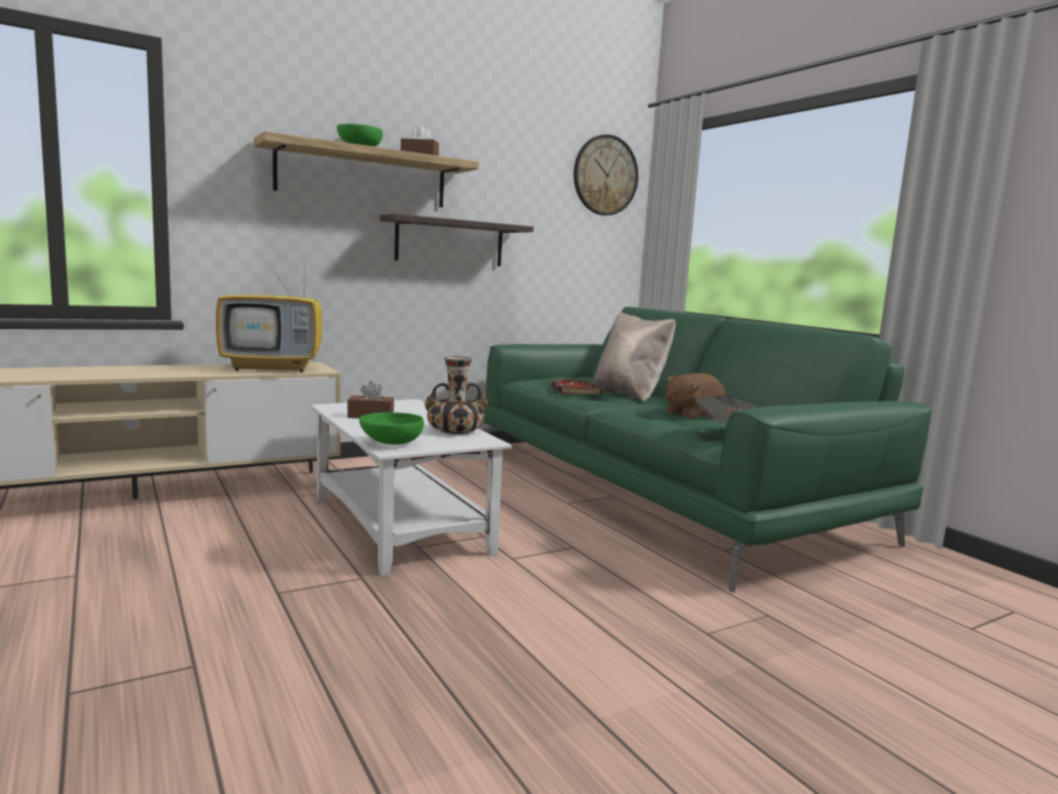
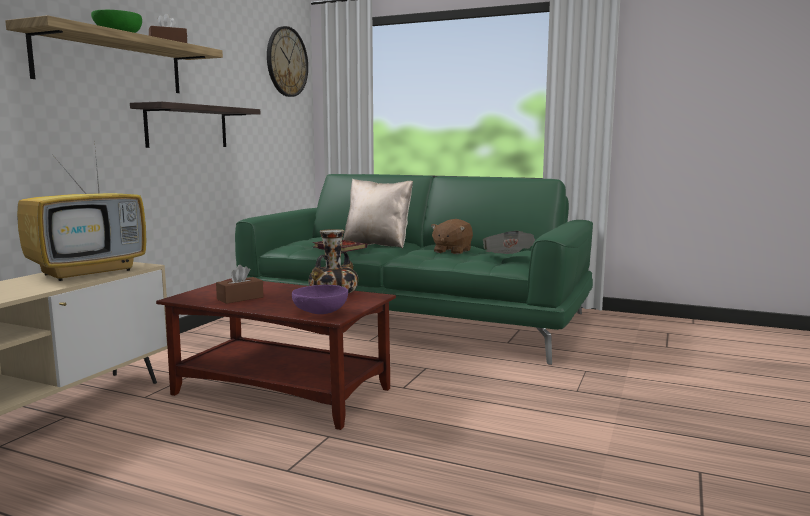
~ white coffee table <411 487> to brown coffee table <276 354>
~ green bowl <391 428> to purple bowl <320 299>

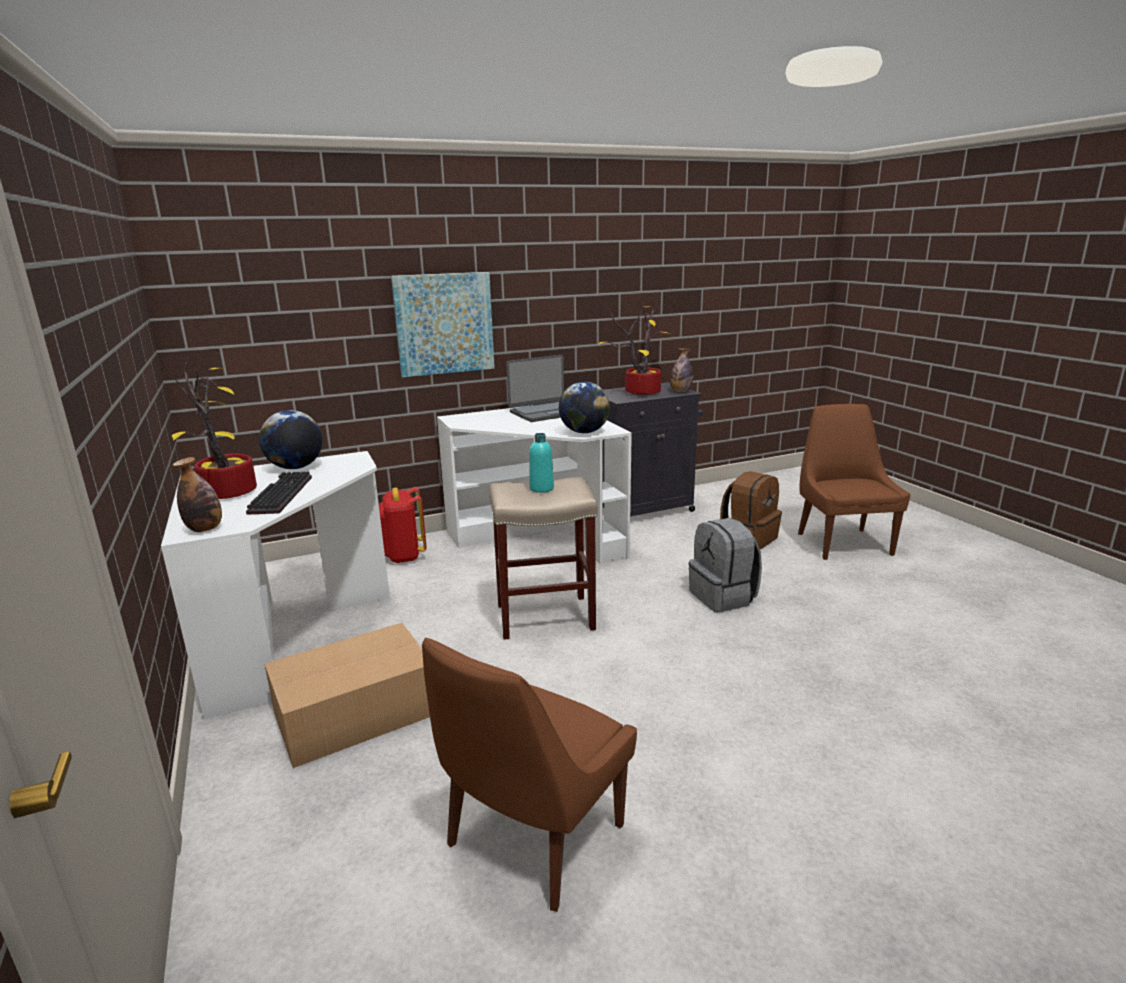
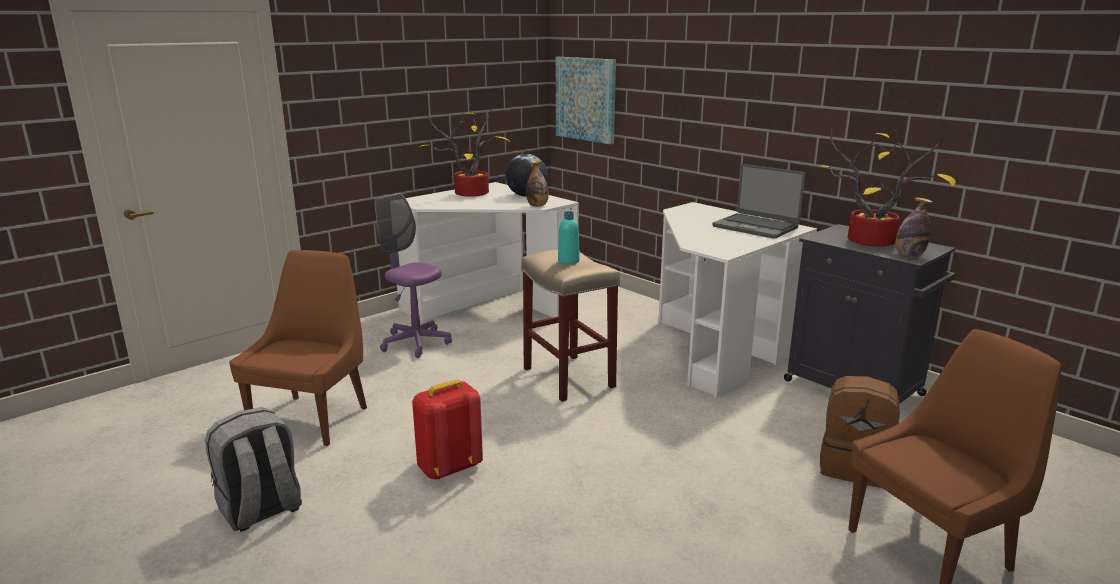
~ picture <443 324> to <586 100>
- globe <584 407>
~ bottle <197 494> to <537 184>
- keyboard <279 493>
~ red backpack <403 525> to <447 429>
~ grey backpack <725 565> to <253 469>
~ cardboard box <347 695> to purple office chair <413 275>
~ brown chair <529 775> = <298 348> 90 degrees clockwise

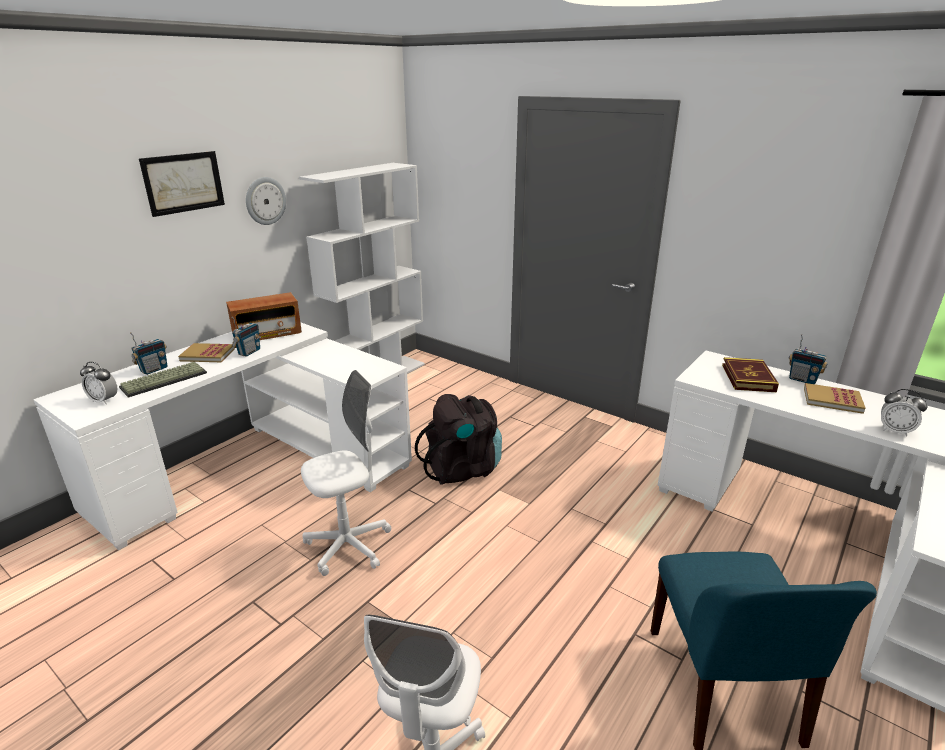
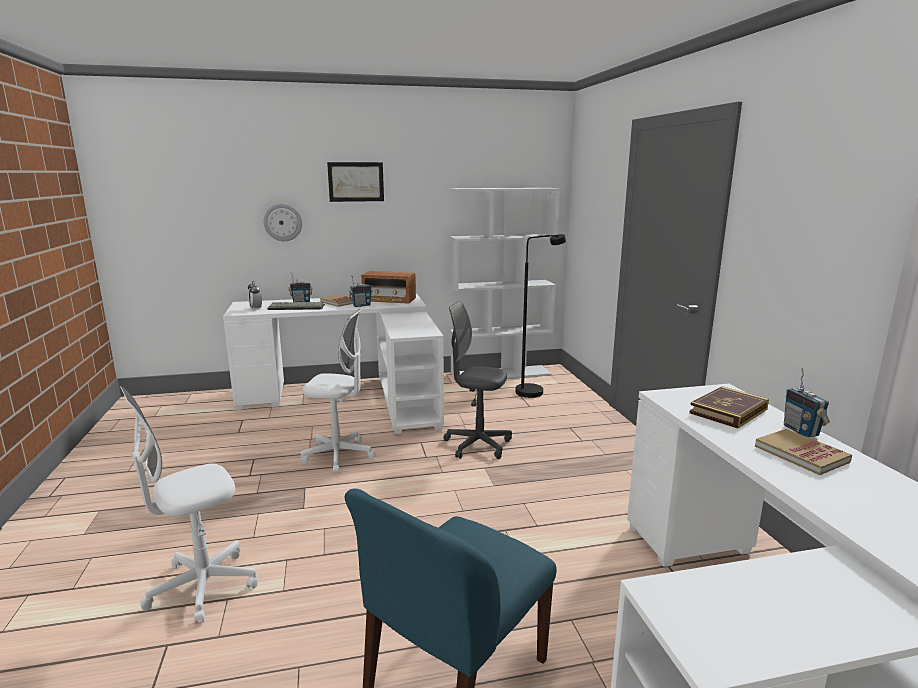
~ wall clock <266 201> to <283 222>
- alarm clock <904 413>
~ black backpack <458 439> to grey office chair <478 380>
+ black floor lamp <540 316>

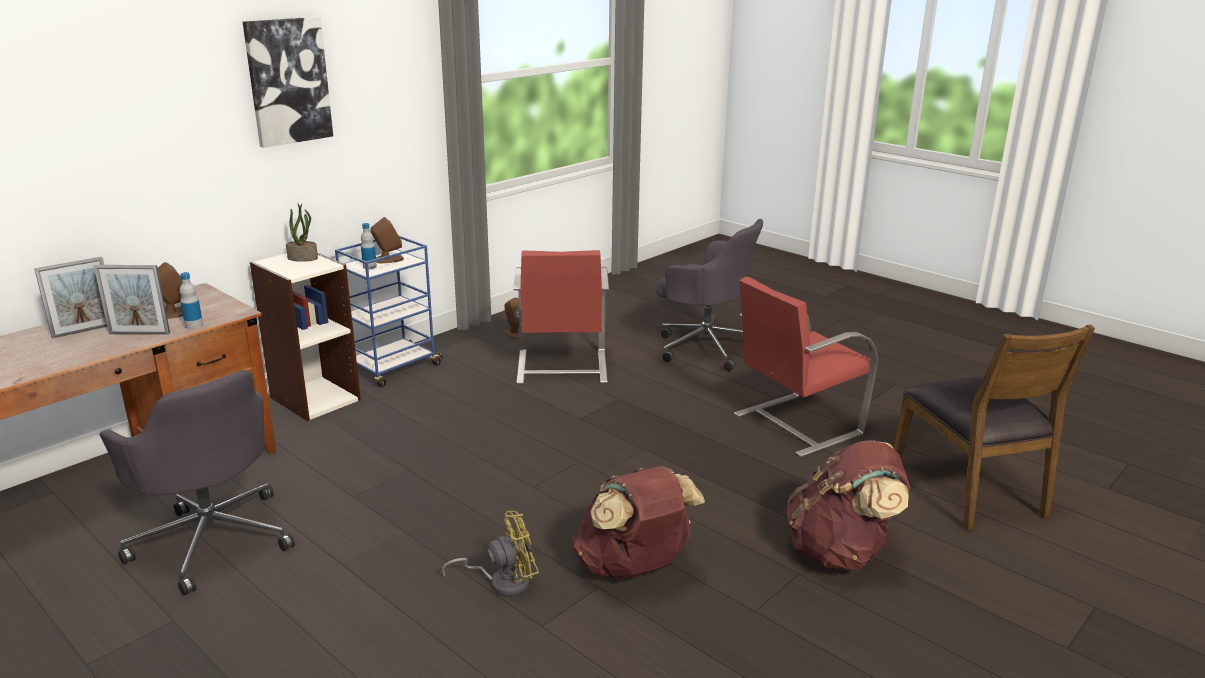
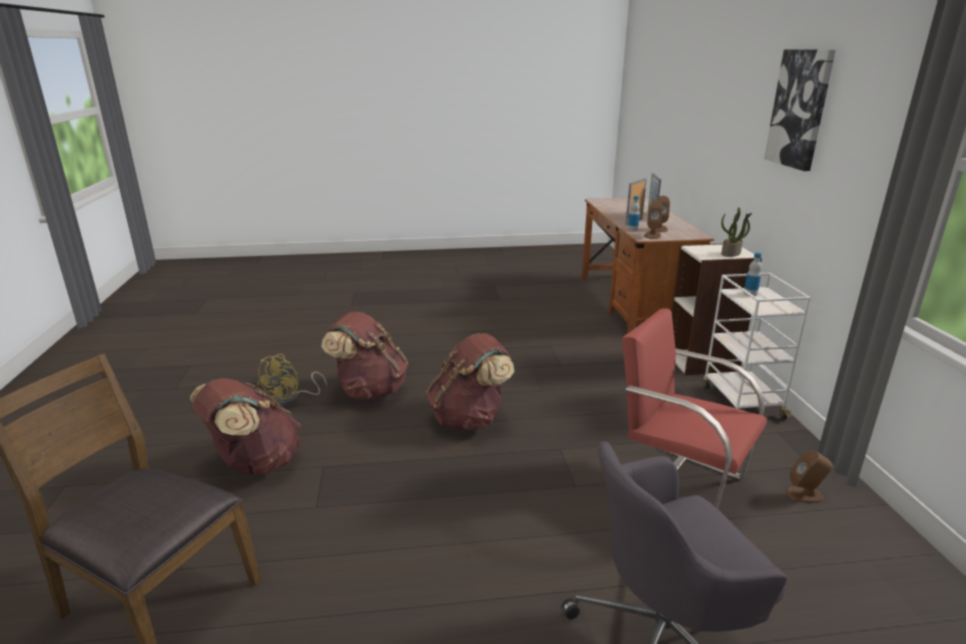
~ brown speaker <387 240> to <653 220>
~ blue cart <389 311> to white cart <756 346>
- red chair <806 367>
- grey office chair <197 482>
~ yellow fan <490 553> to <292 380>
+ brown backpack <470 381>

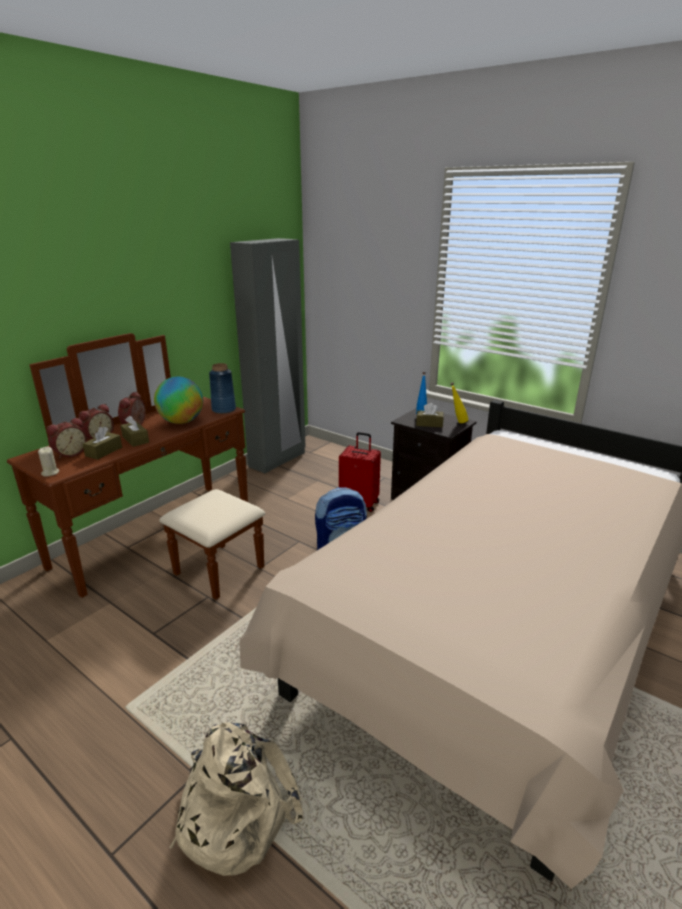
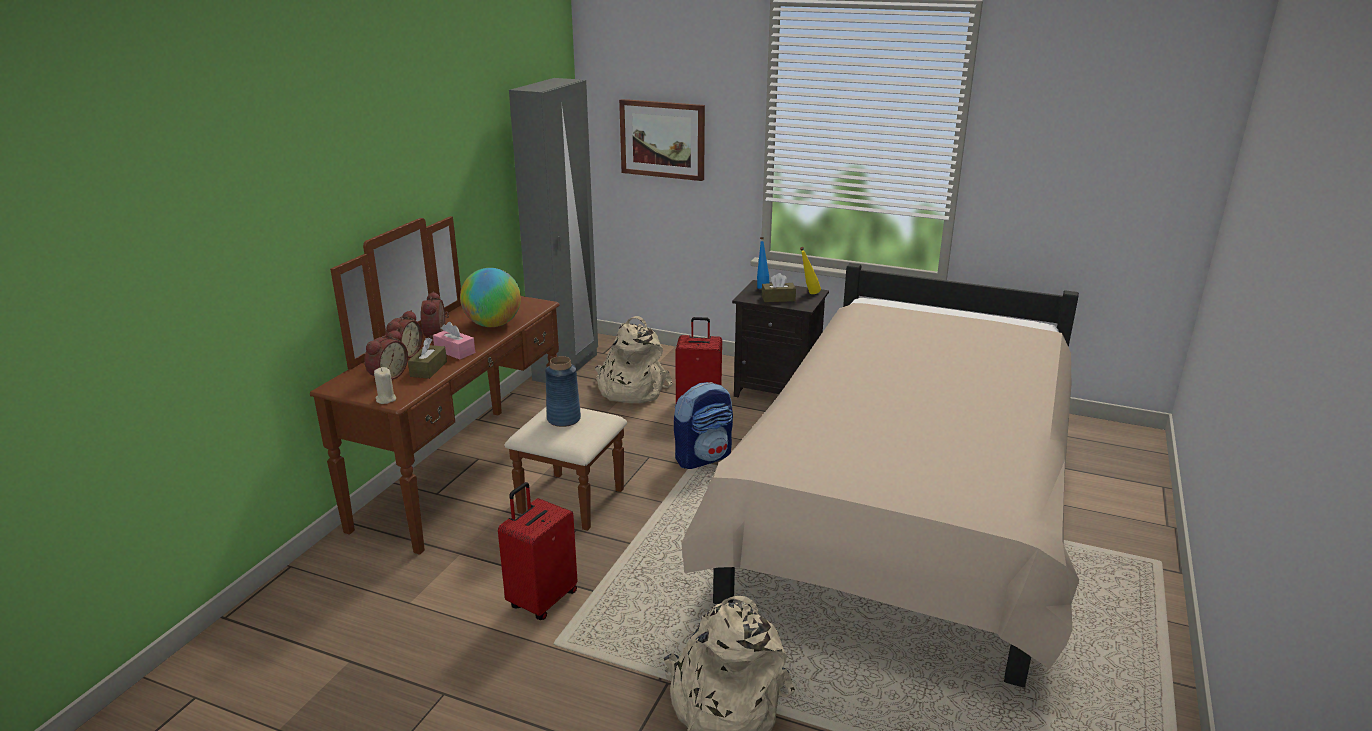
~ blue vase <222 388> to <563 391>
~ brown tissue box <134 431> to pink tissue box <454 341>
+ picture <662 140>
+ beige backpack <634 359>
+ red suitcase <538 551>

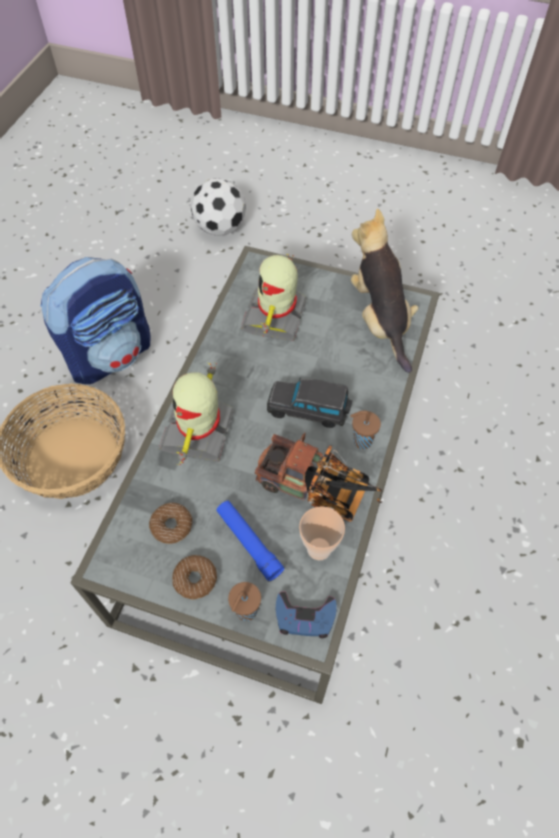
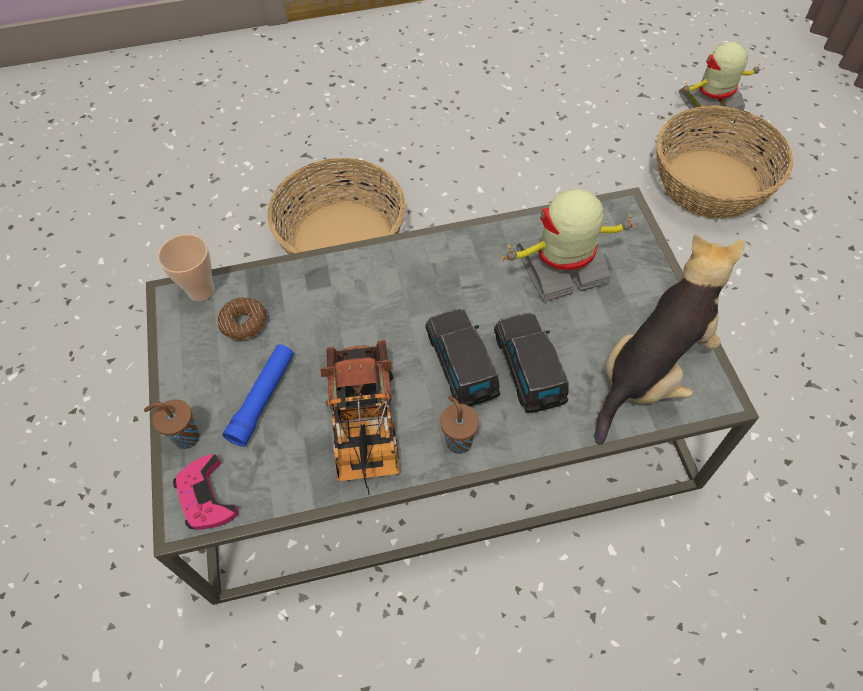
~ football <218 207> to basket <724 162>
- backpack <96 321>
~ toy robot <196 414> to <721 81>
~ cup <322 533> to <186 267>
- donut <194 577>
~ blue game controller <306 615> to pink game controller <205 492>
+ black toy car <531 363>

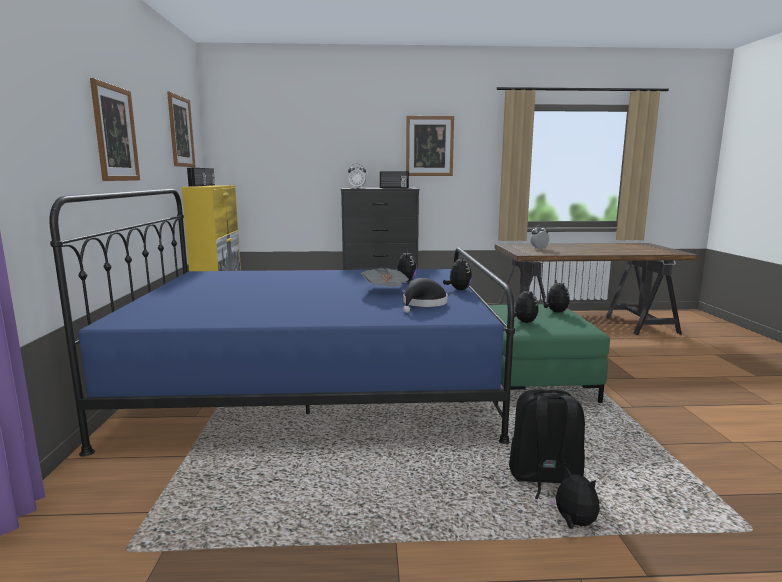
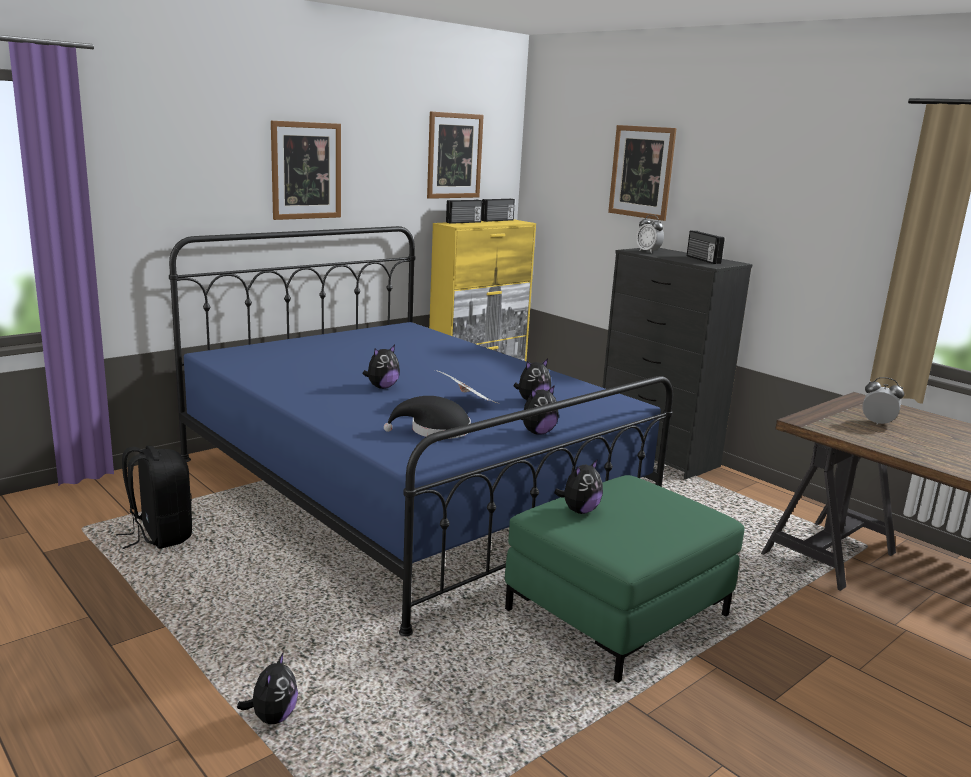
~ picture <430 146> to <642 173>
~ plush toy <557 296> to <381 367>
~ black backpack <547 444> to <154 497>

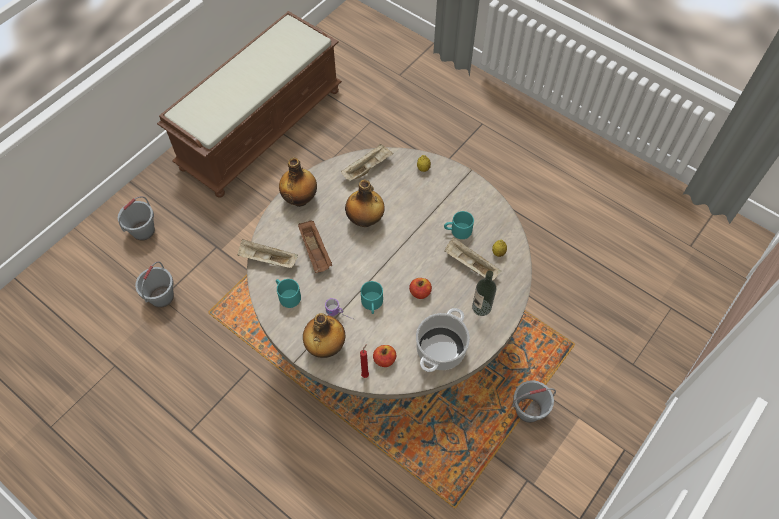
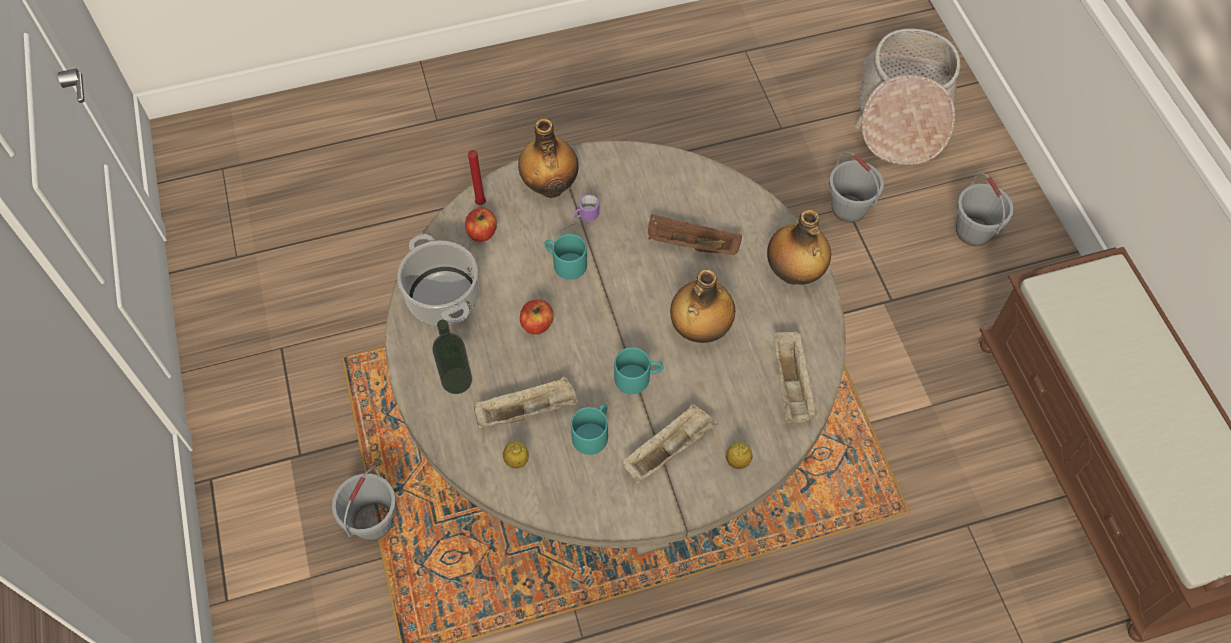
~ beige tray <268 253> to <670 443>
~ turquoise mug <288 293> to <639 370>
+ basket <908 97>

